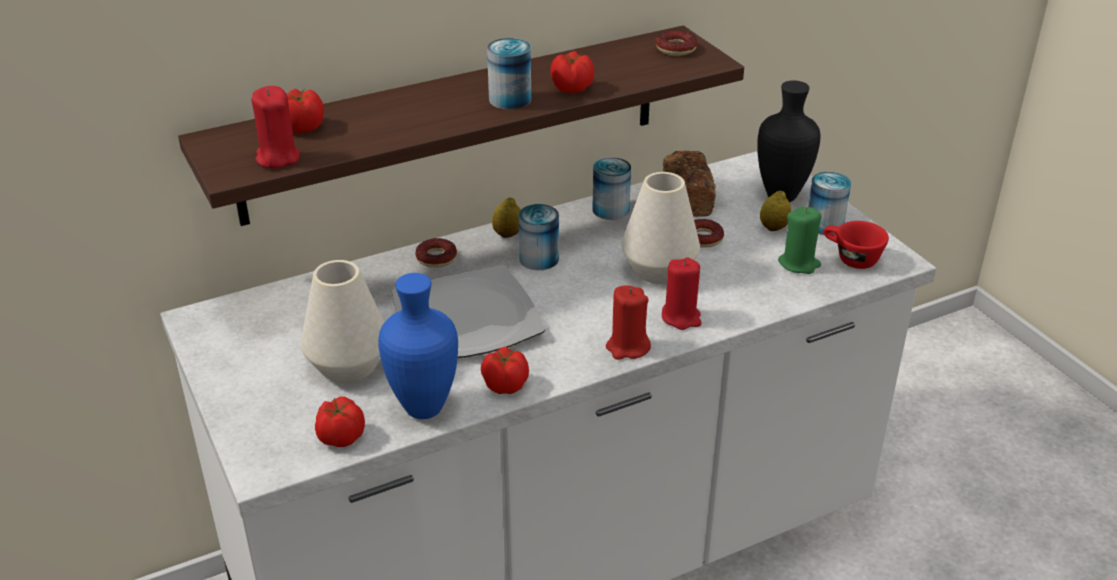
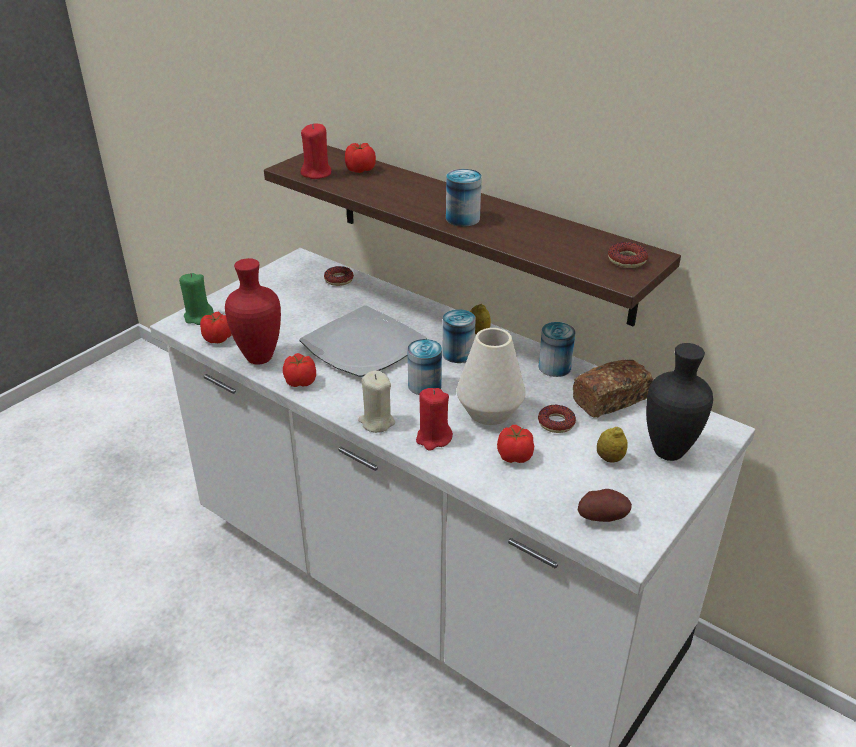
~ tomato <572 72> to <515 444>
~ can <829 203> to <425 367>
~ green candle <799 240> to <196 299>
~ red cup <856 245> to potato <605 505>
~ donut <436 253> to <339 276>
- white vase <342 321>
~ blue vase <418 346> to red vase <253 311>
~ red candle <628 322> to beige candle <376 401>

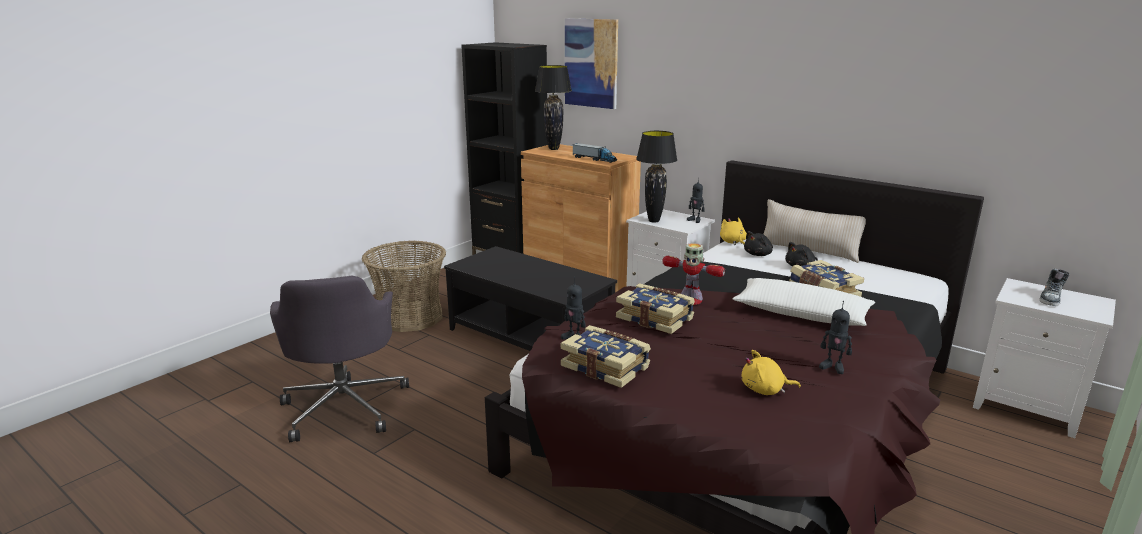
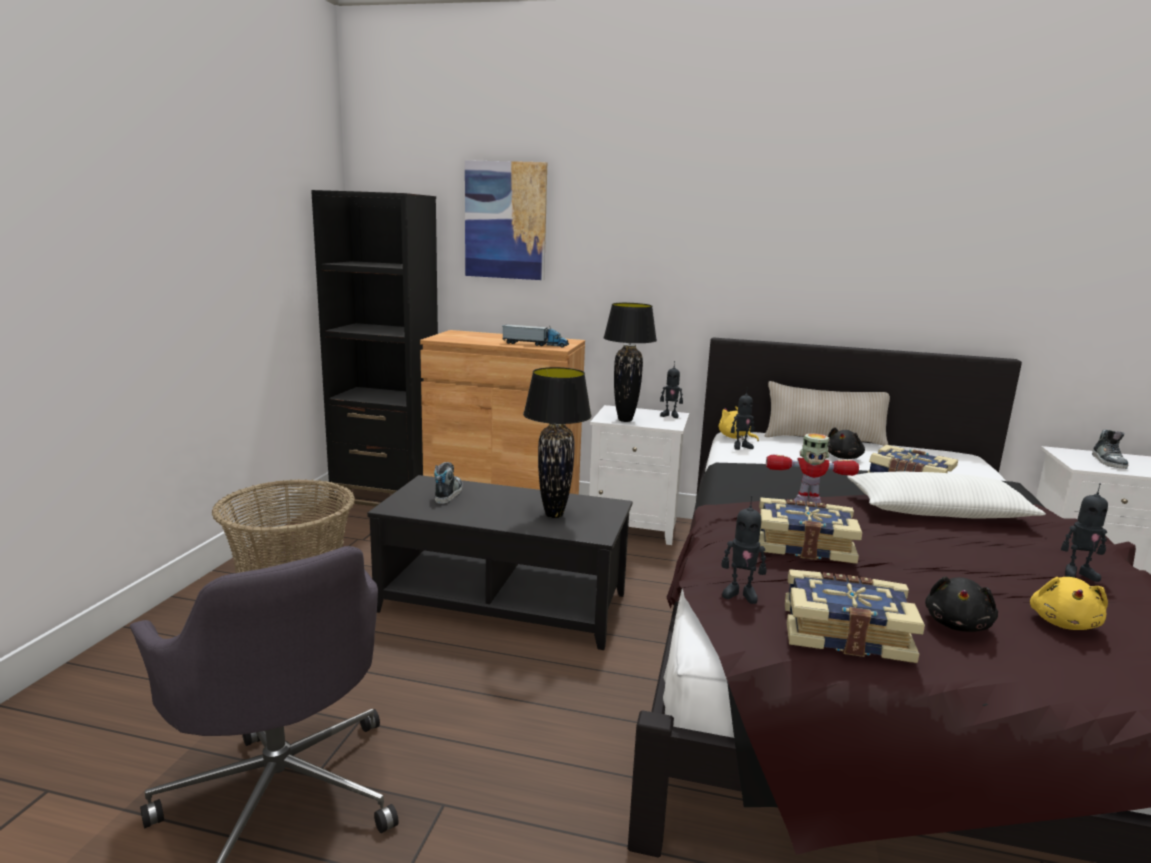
~ black table lamp <553 107> to <557 442>
~ black plush toy <758 243> to <961 604>
~ yellow plush toy <771 372> = <1069 603> 45 degrees counterclockwise
+ toy robot <742 418>
+ shoe <448 483>

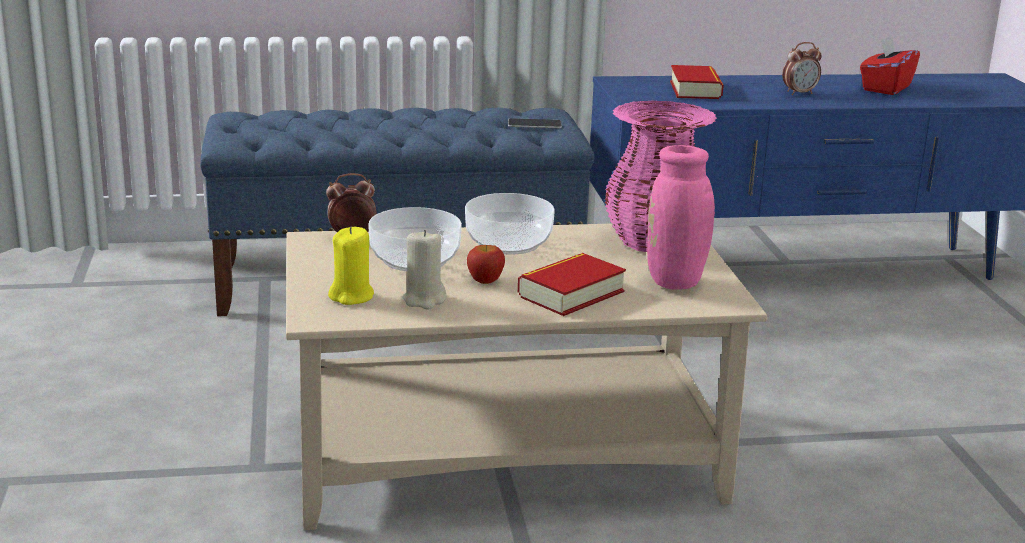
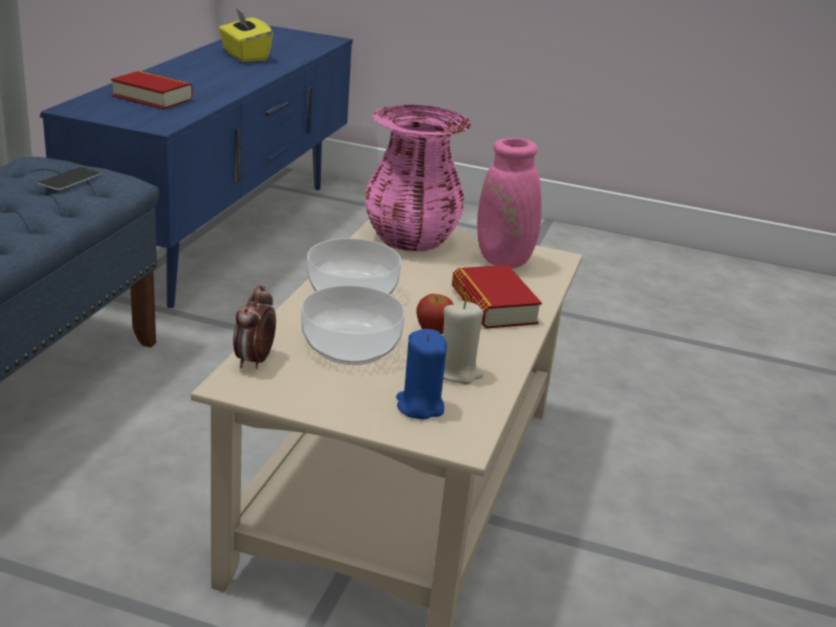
~ red tissue box <890 65> to yellow tissue box <246 35>
- alarm clock <802 68>
~ yellow candle <351 265> to blue candle <421 374>

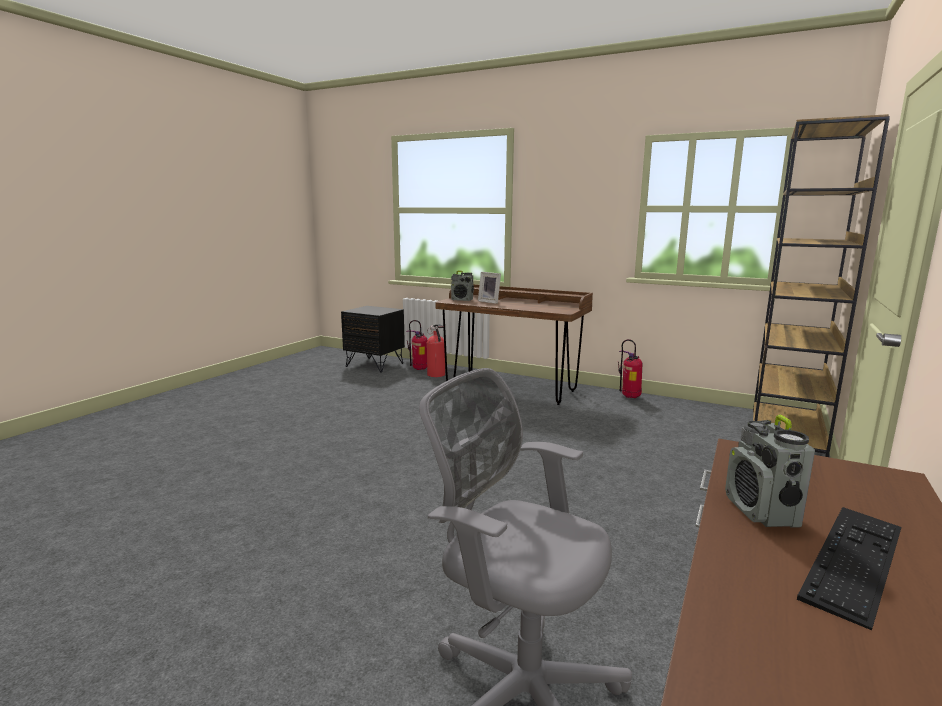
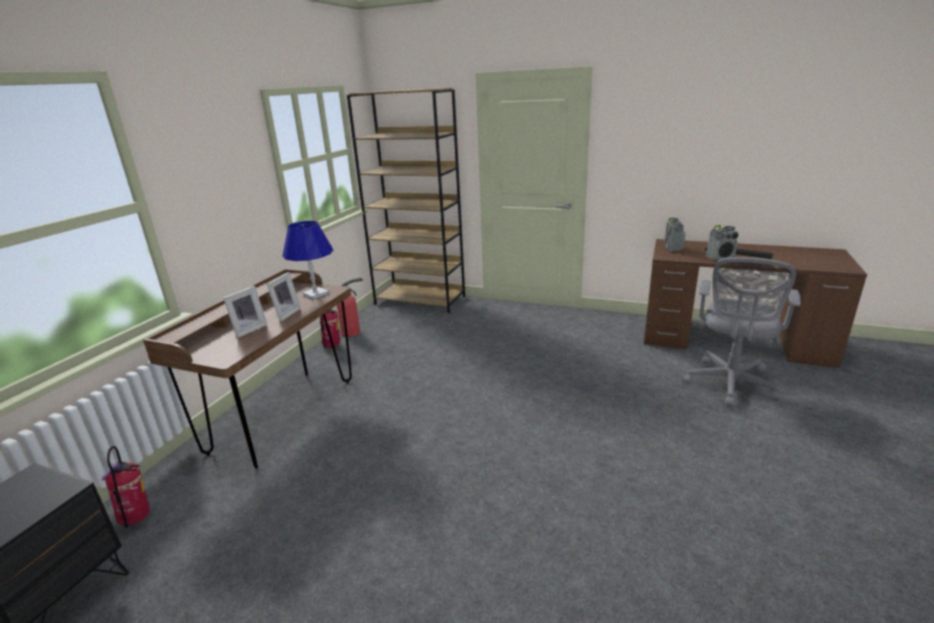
~ radio <462 285> to <674 235>
~ fire extinguisher <436 350> to <350 307>
+ blue table lamp <308 260>
+ picture frame <284 296>

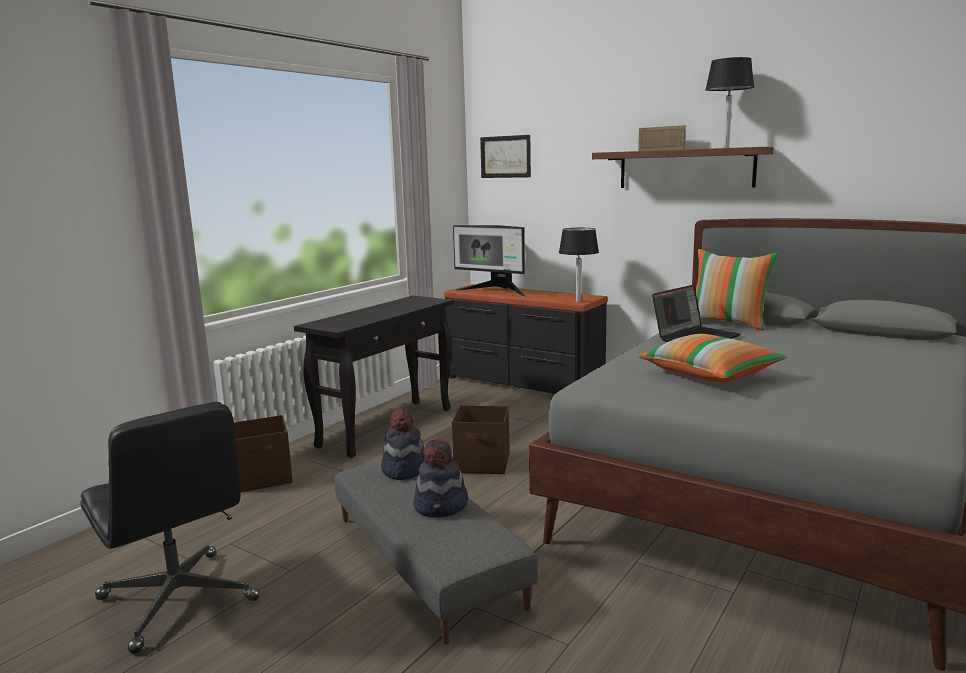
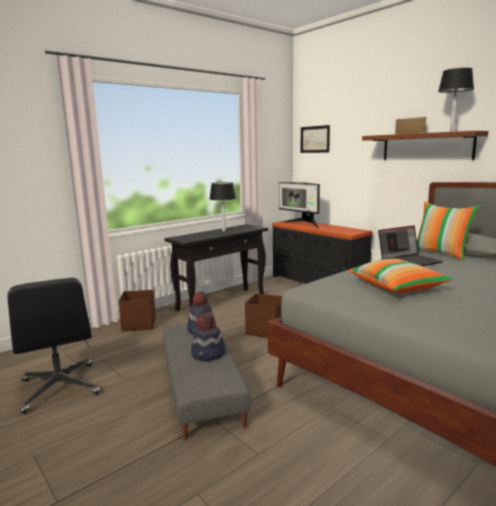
~ black table lamp <579 265> to <223 207>

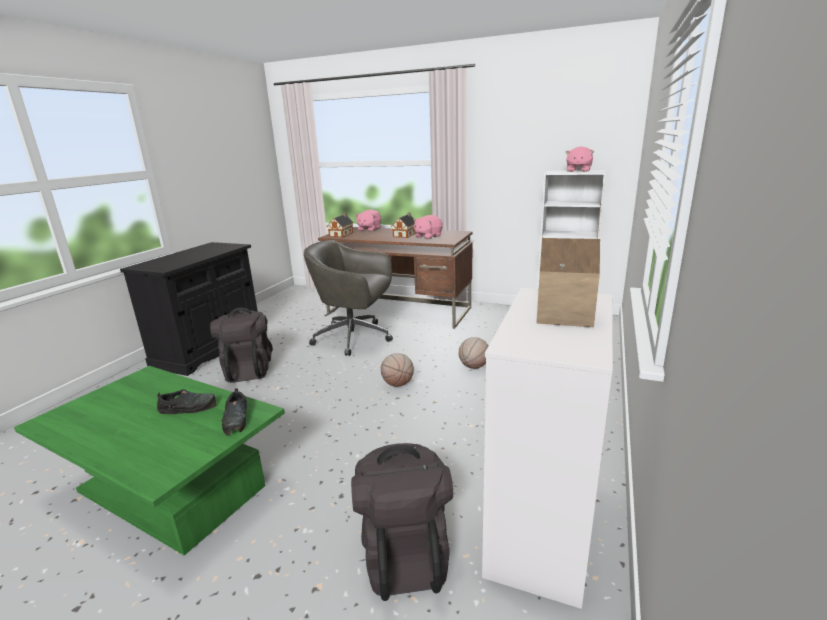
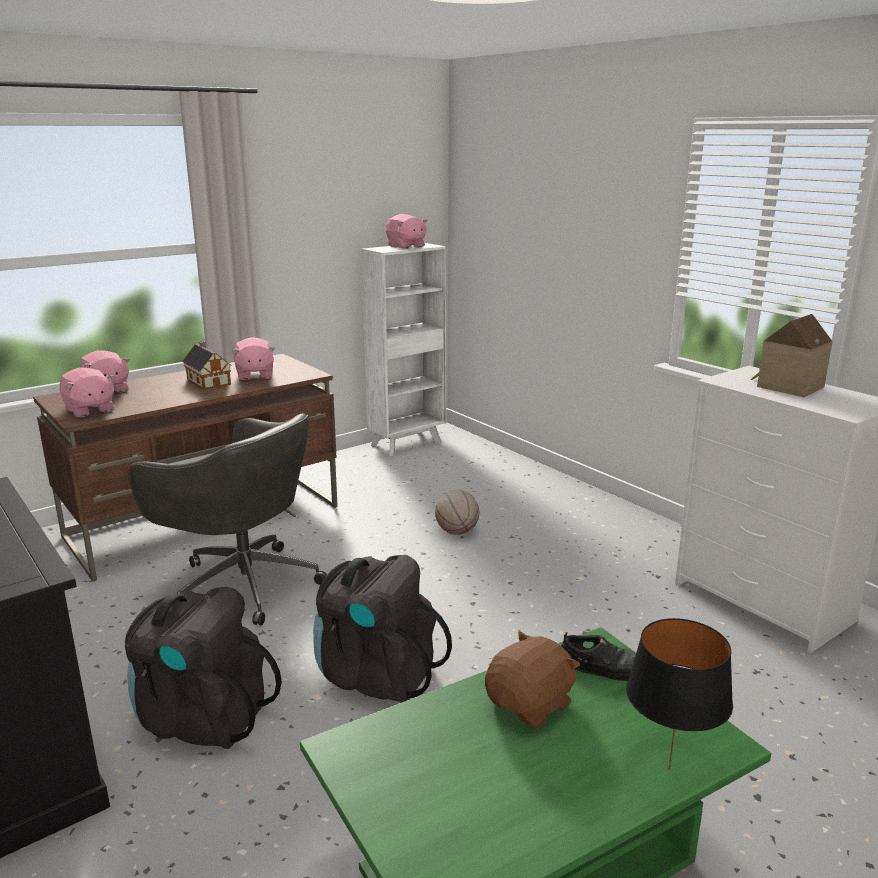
~ toy house <340 225> to pink plush toy <87 393>
~ grey office chair <348 298> = <227 519> 105 degrees counterclockwise
- basketball <397 370>
~ black shoe <187 401> to brown plush toy <532 680>
~ black backpack <402 522> to <382 629>
+ black table lamp <679 694>

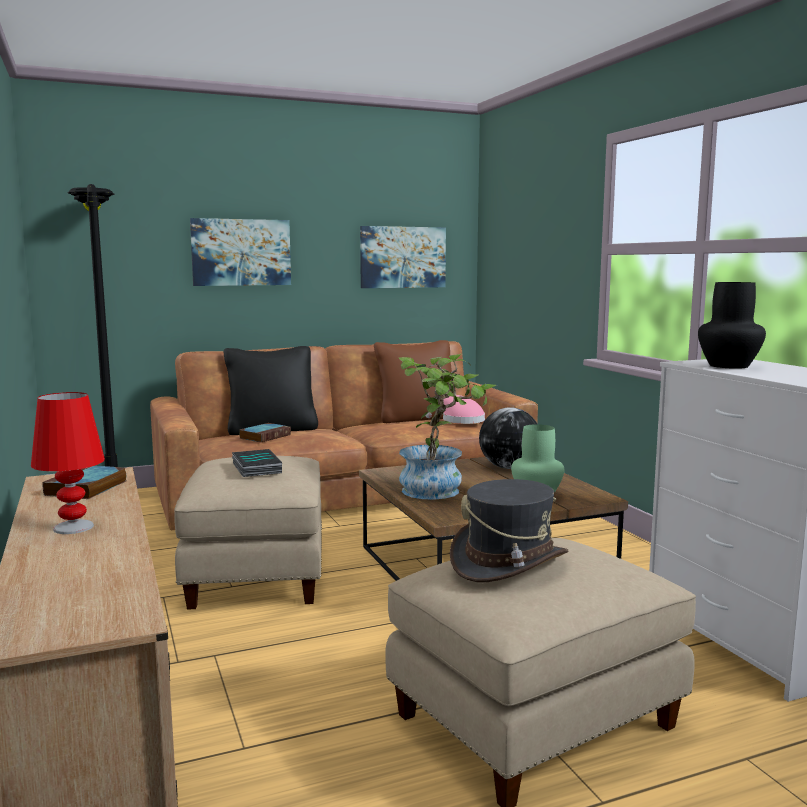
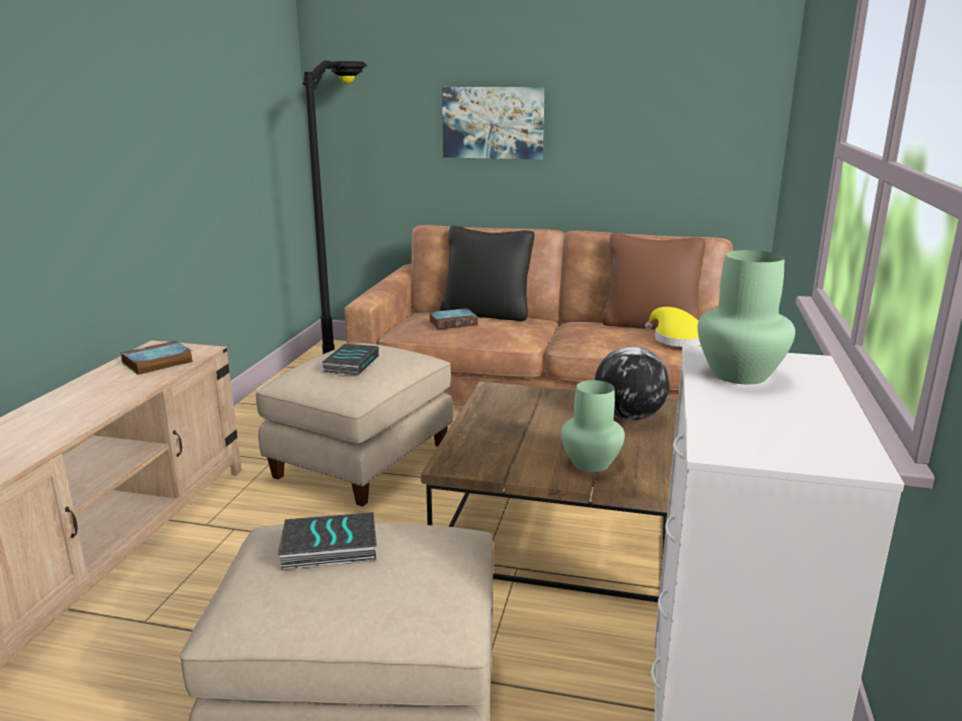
- picture <403 257>
~ black vase <732 325> to green vase <746 317>
- potted plant <447 427>
- red table lamp <68 463>
~ pink hat <455 409> to yellow hat <673 327>
~ grey hat <509 530> to book <327 541>

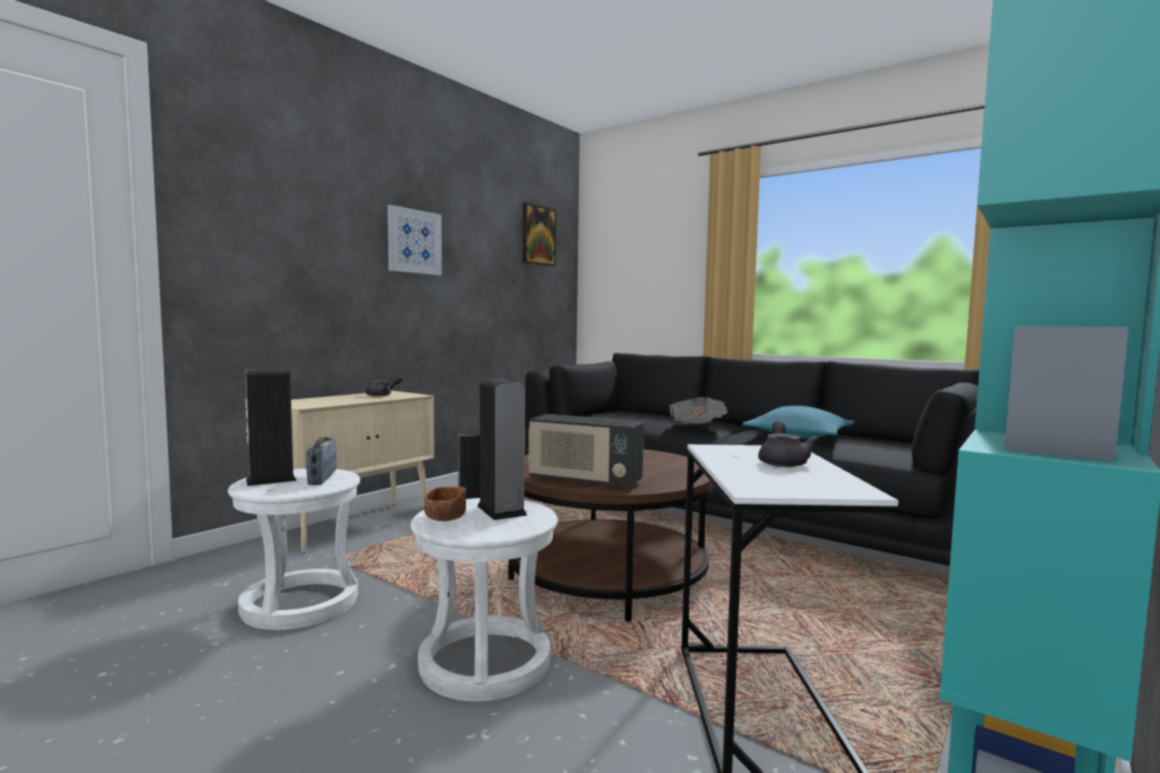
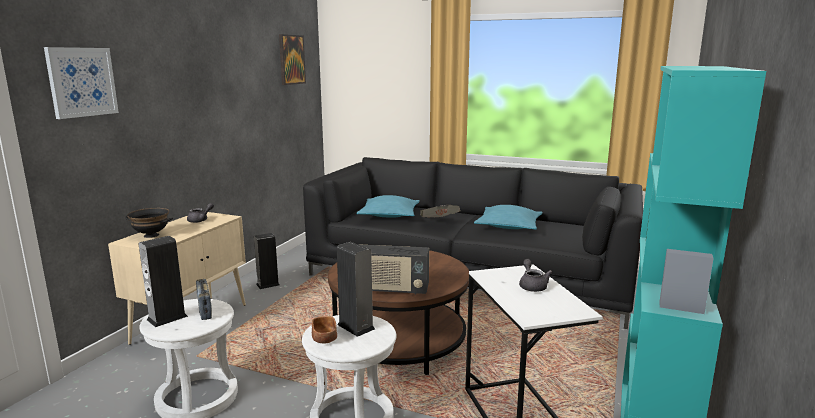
~ picture <415 240> to <81 83>
+ turquoise pillow <388 206>
+ black bowl <149 223>

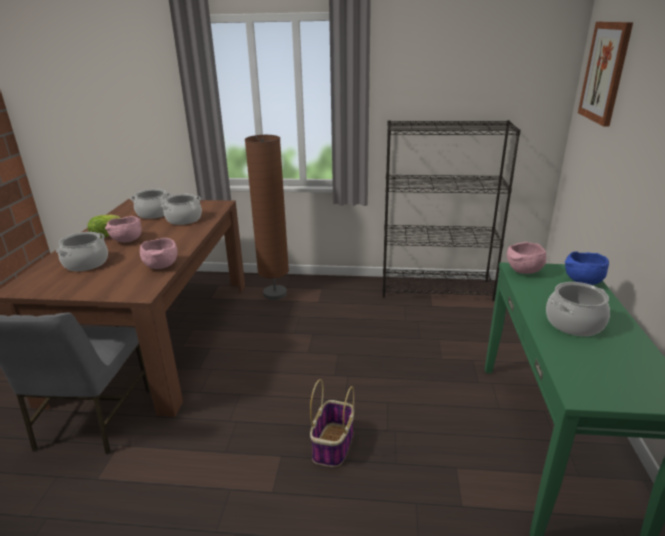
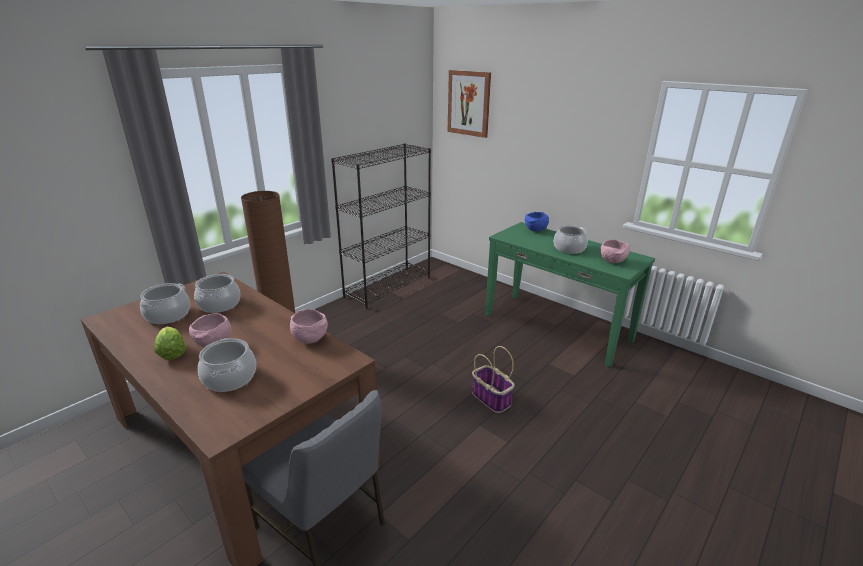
~ pink bowl <526 258> to <615 251>

